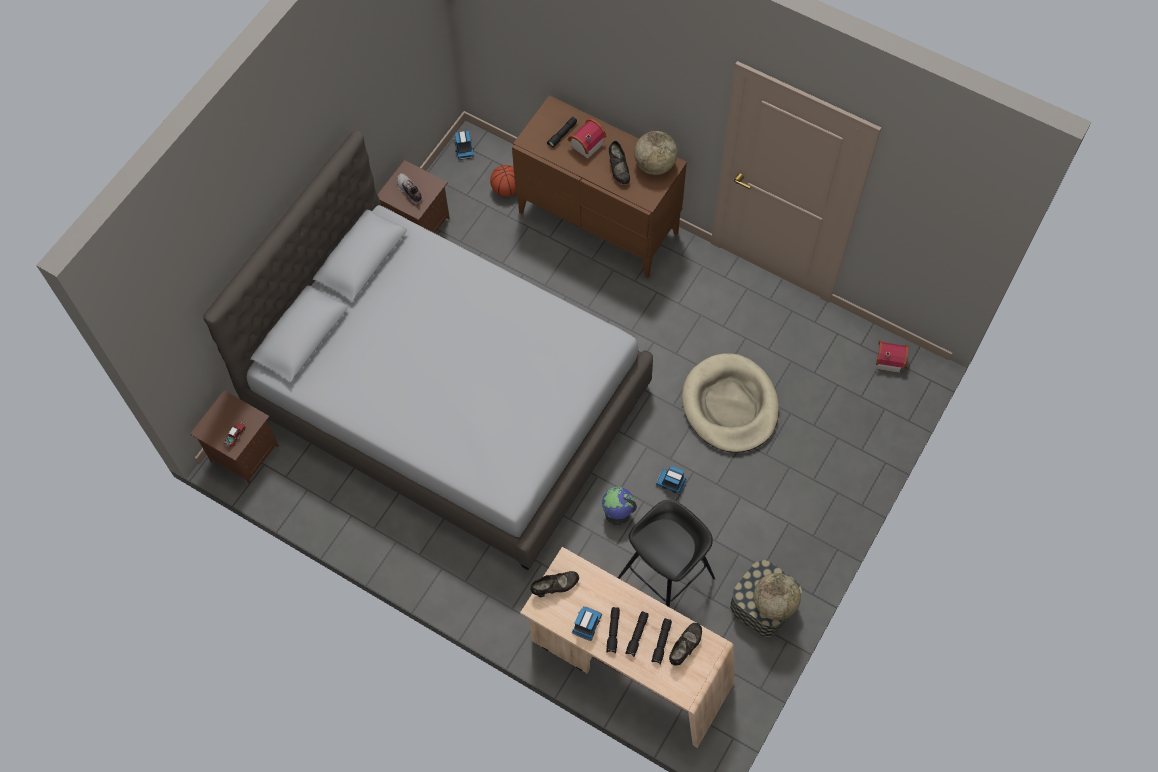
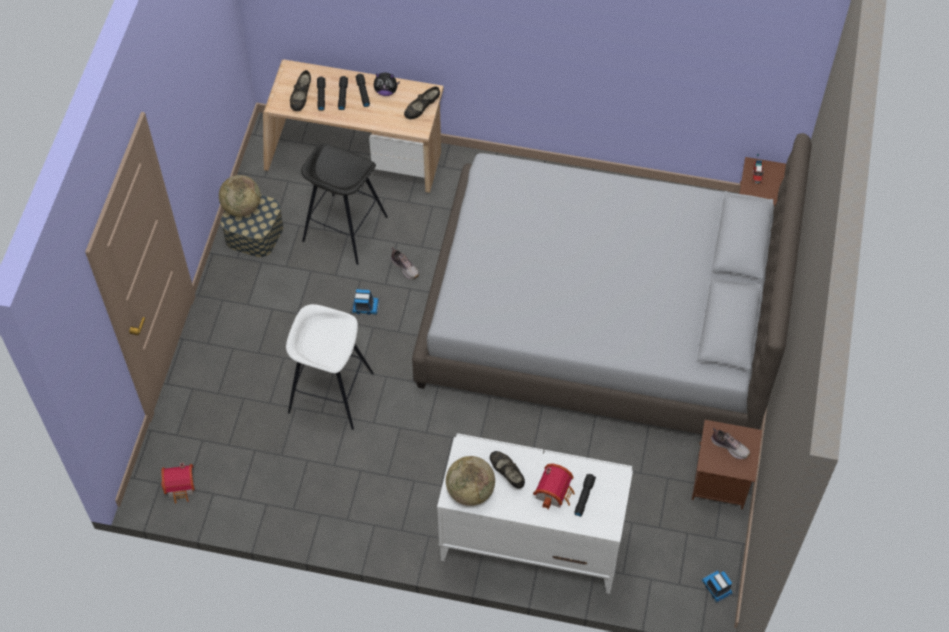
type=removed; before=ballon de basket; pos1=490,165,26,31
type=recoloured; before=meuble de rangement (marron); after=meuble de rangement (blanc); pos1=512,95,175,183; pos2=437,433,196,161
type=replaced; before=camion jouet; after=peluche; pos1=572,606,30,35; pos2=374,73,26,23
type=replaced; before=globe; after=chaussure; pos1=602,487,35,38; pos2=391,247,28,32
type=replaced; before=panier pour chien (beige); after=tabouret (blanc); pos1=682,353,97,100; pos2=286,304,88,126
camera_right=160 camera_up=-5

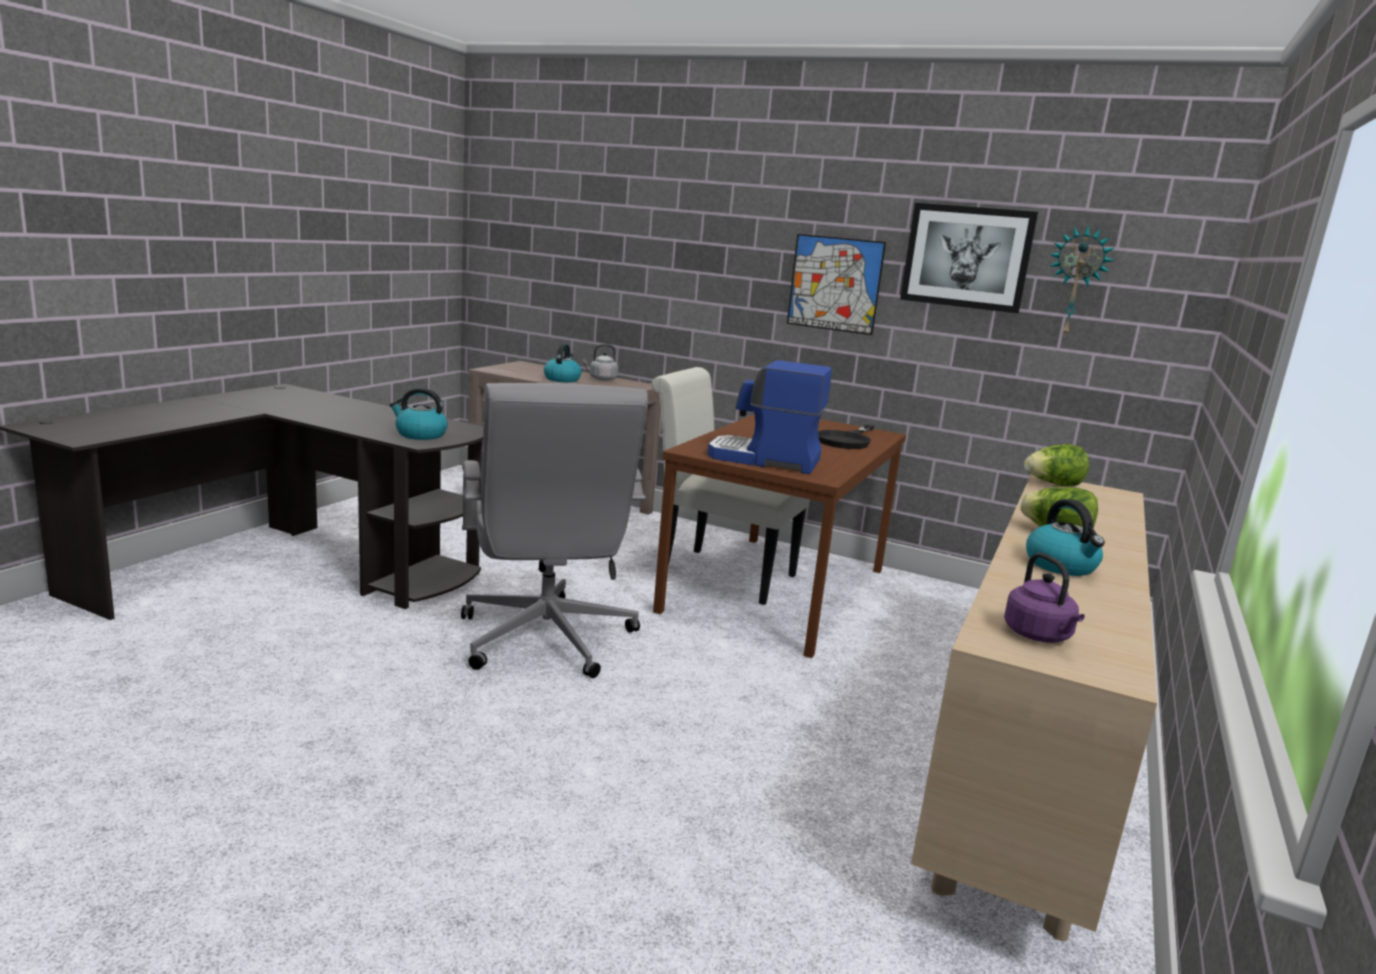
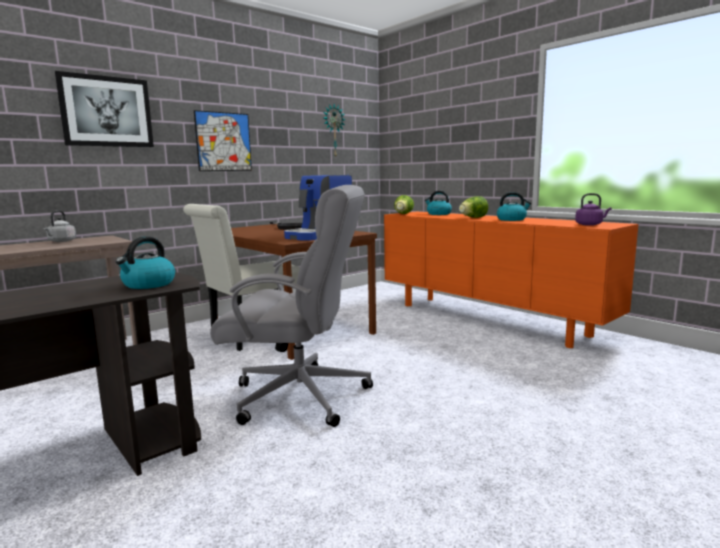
type=moved; before=bouilloire; pos1=544,344,38,38; pos2=425,191,27,24
type=moved; before=tableau; pos1=900,203,138,110; pos2=55,71,99,76
type=recoloured; before=meuble de rangement (beige); after=meuble de rangement (orange); pos1=911,474,246,467; pos2=384,212,254,136
camera_right=-65 camera_up=-5

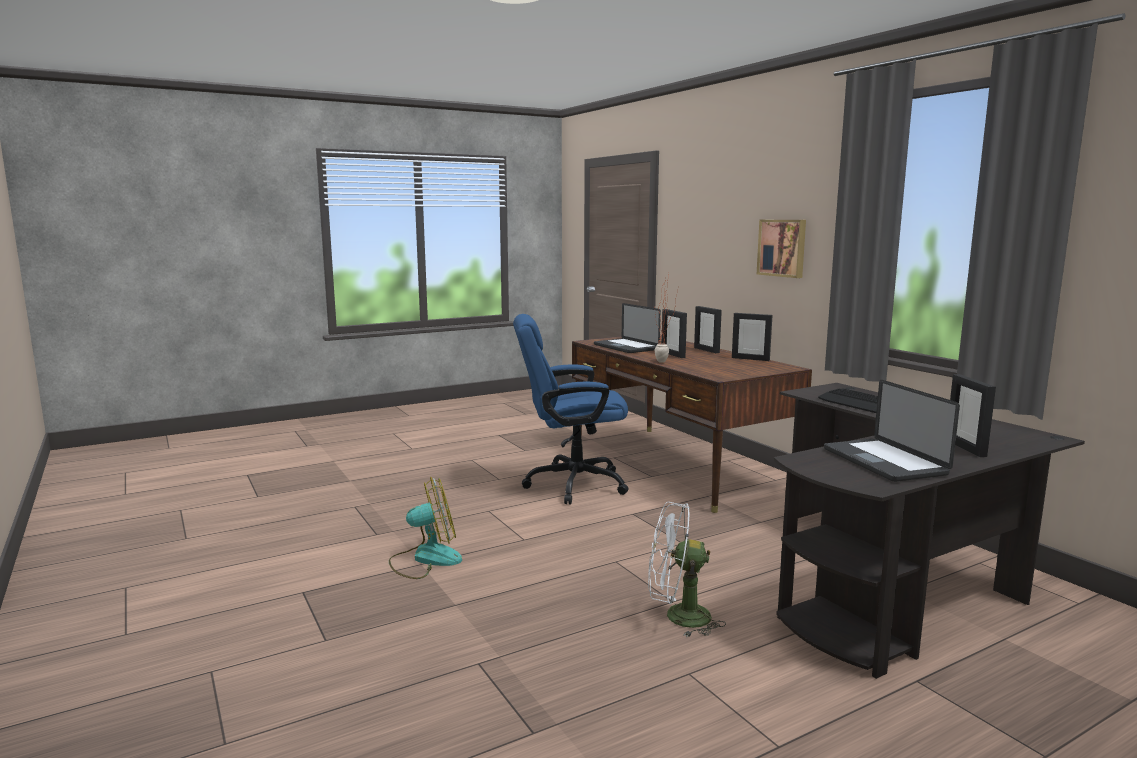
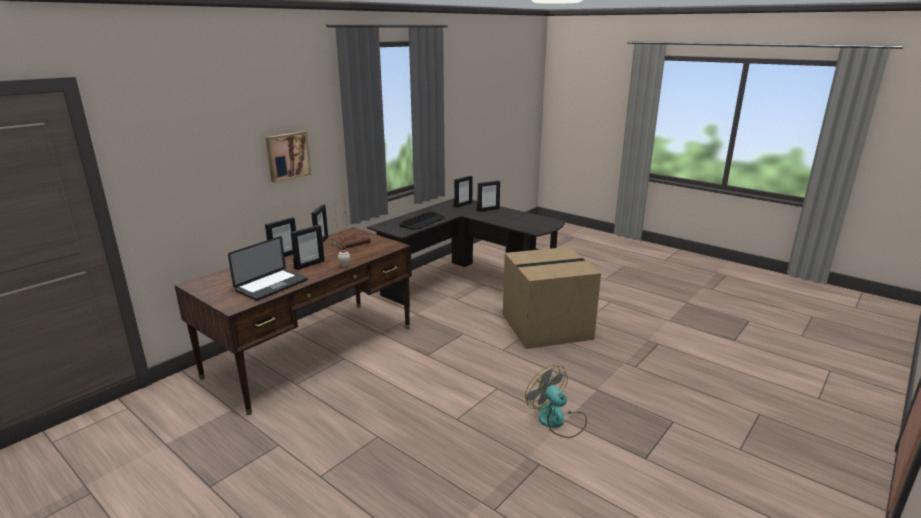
type=removed; before=chaise de bureau (bleu); pos1=513,314,116,190
type=replaced; before=ventilateur (blanc); after=carton; pos1=648,502,78,135; pos2=503,247,98,102
type=removed; before=ordinateur portable; pos1=824,380,136,102
type=added; after=livre (marron); pos2=332,232,40,17
type=added; after=cadre photo; pos2=454,176,19,32
camera_right=-110 camera_up=10

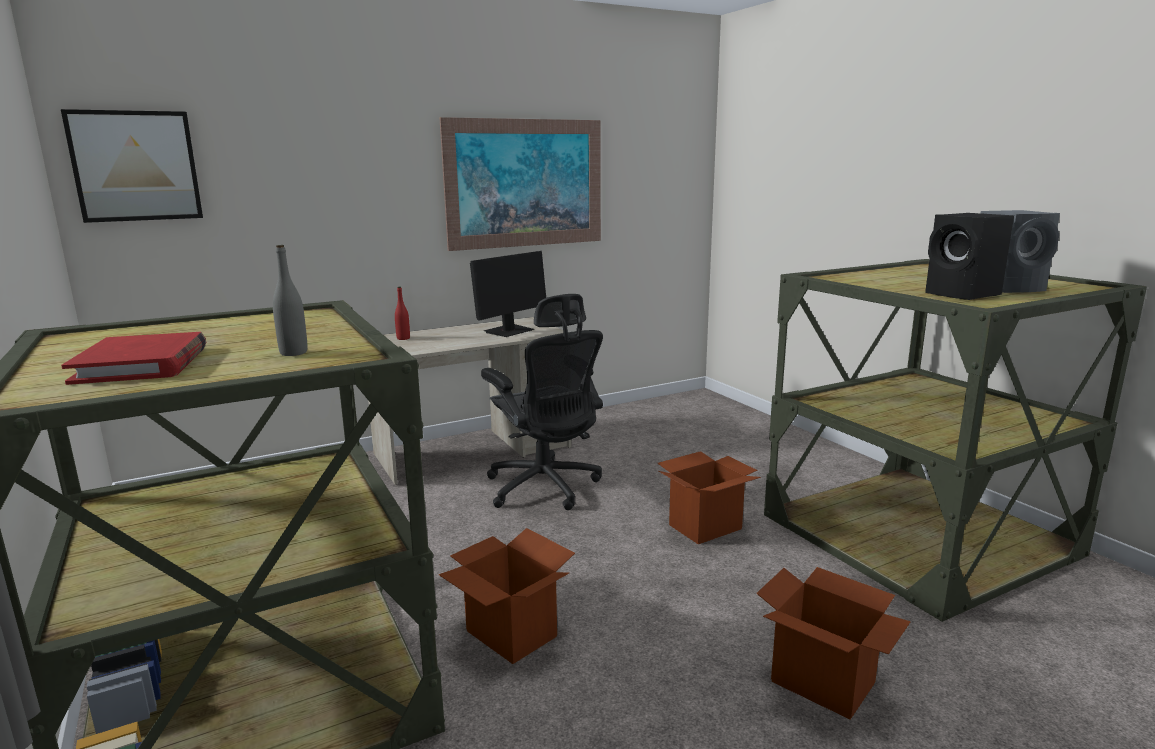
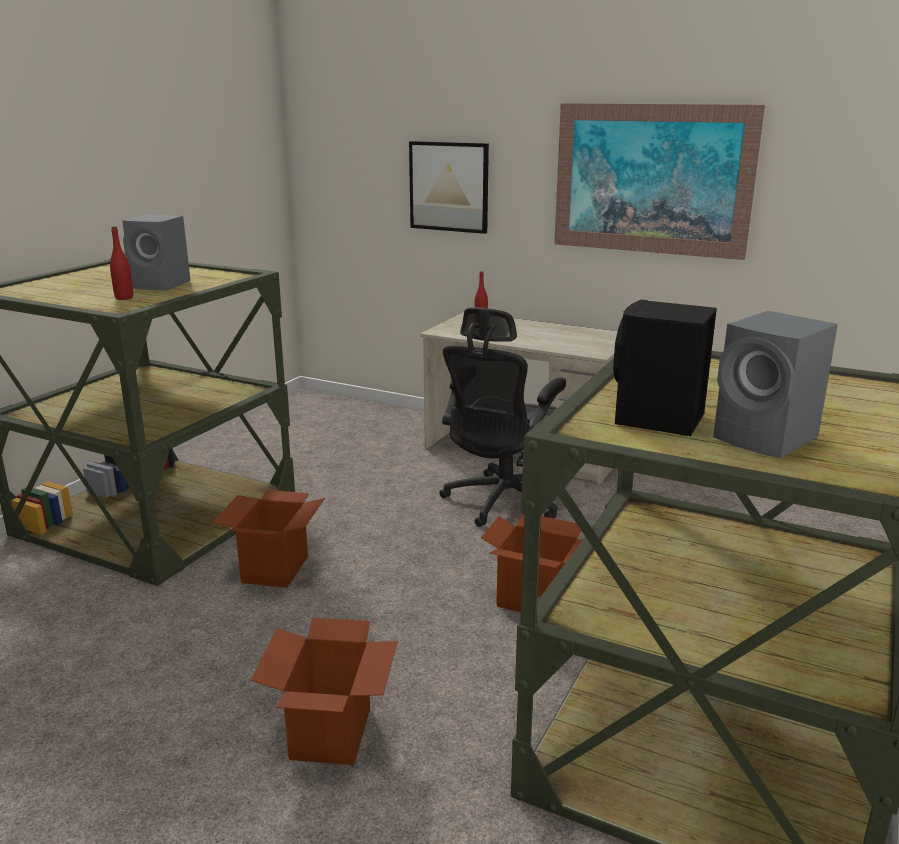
type=moved; before=tableau; pos1=61,109,142,114; pos2=409,141,80,93
type=removed; before=livre (rouge); pos1=61,332,145,53
type=recoloured; before=bouteille (gris); after=bouteille (rouge); pos1=273,245,34,111; pos2=110,226,23,74
type=removed; before=écran d'ordinateur; pos1=470,251,76,86
type=added; after=enceinte (gris); pos2=122,215,69,75
camera_right=55 camera_up=5

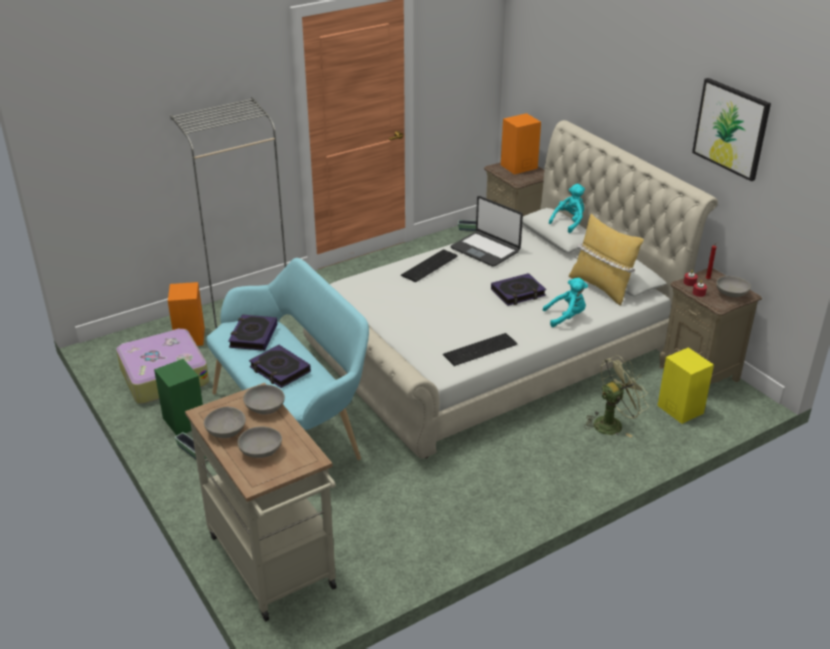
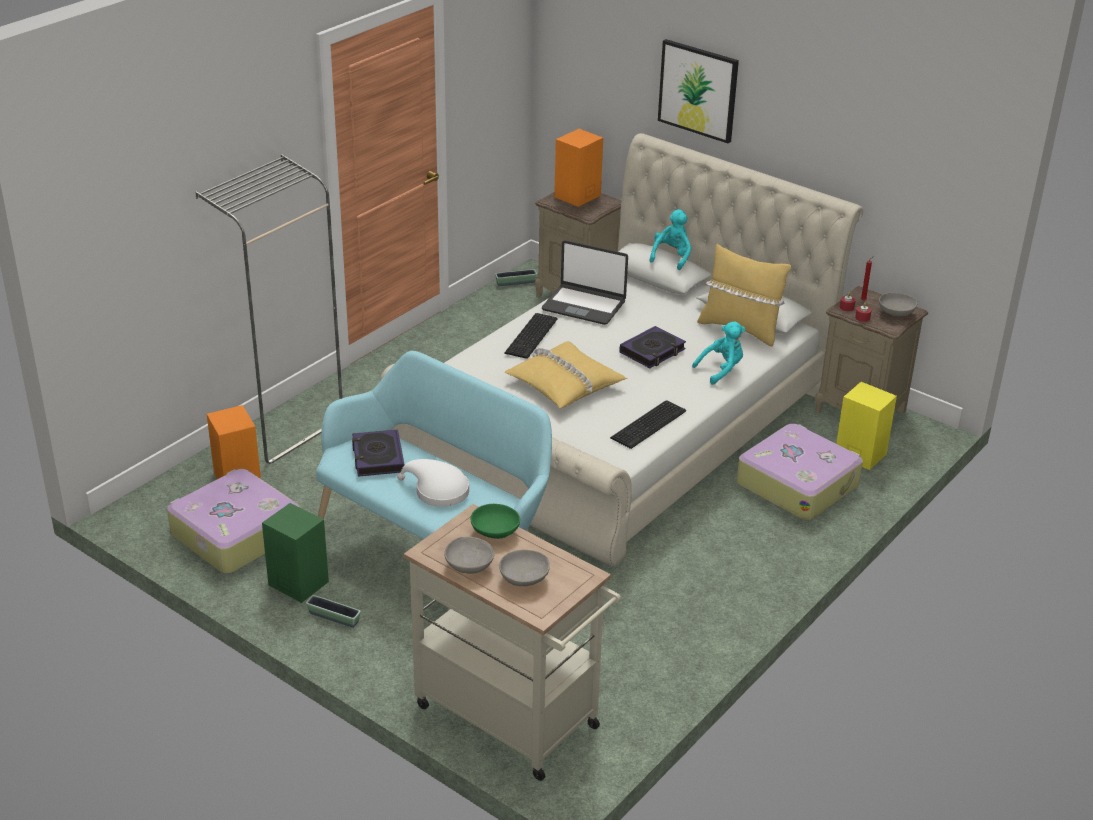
type=recoloured; before=bol (gris); after=bol (vert); pos1=243,385,42,30; pos2=470,504,50,35
type=replaced; before=livre; after=chapeau (blanc); pos1=249,345,62,43; pos2=397,459,72,48
type=replaced; before=ventilateur (vert); after=valise; pos1=584,355,65,82; pos2=737,424,126,96
type=moved; before=tableau; pos1=692,78,79,103; pos2=658,39,81,104
type=added; after=coussin (jaune); pos2=505,341,122,68
camera_right=-20 camera_up=0

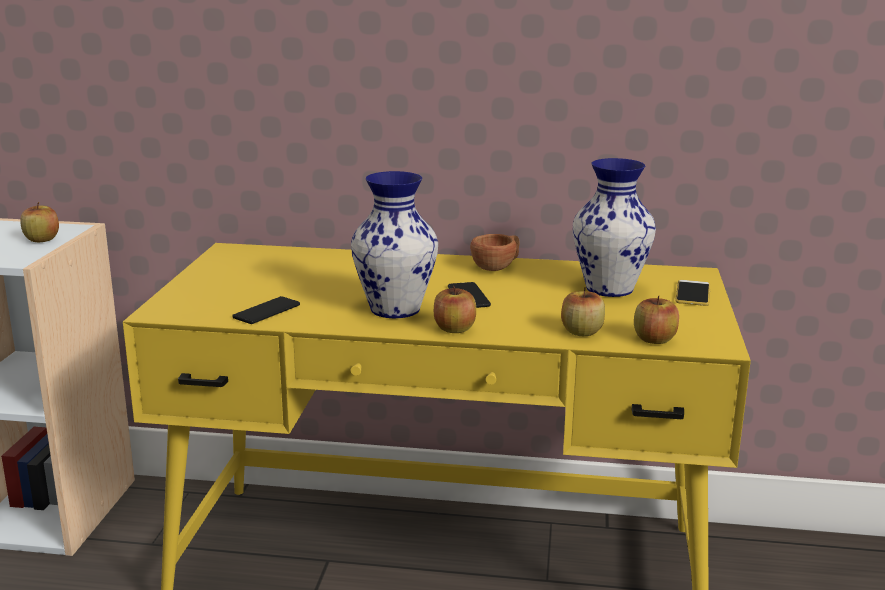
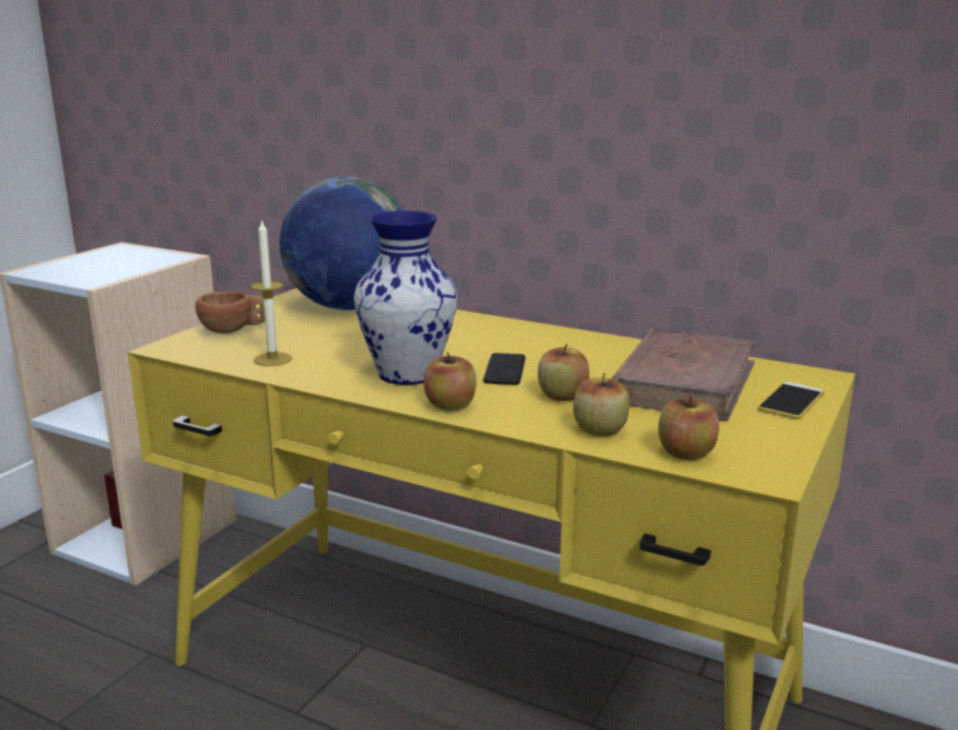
type=moved; before=pomme; pos1=21,202,38,40; pos2=538,344,51,57
type=replaced; before=téléphone; after=bougie; pos1=232,296,68,28; pos2=250,219,42,147
type=moved; before=tasse (marron); pos1=470,234,50,37; pos2=195,291,70,43
type=replaced; before=vase; after=livre (marron); pos1=573,158,83,139; pos2=611,329,144,92
type=added; after=globe; pos2=279,177,125,133
camera_right=20 camera_up=0

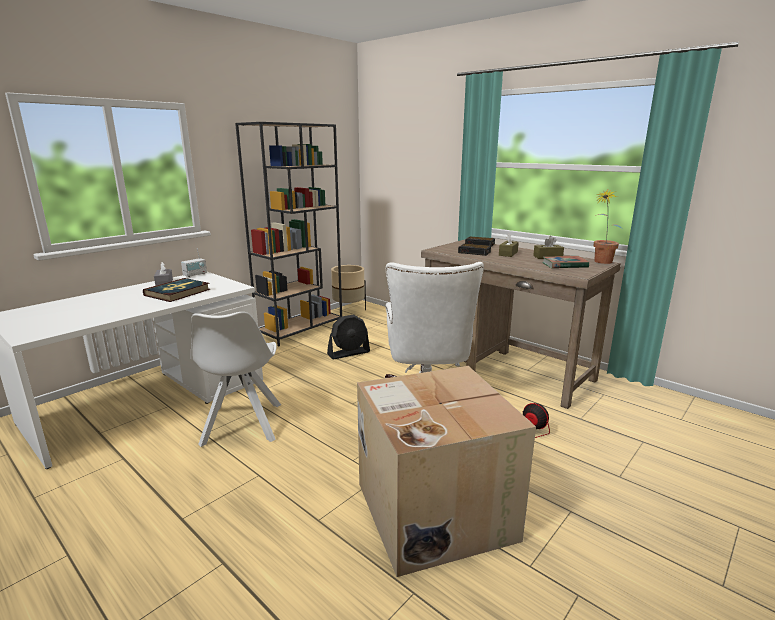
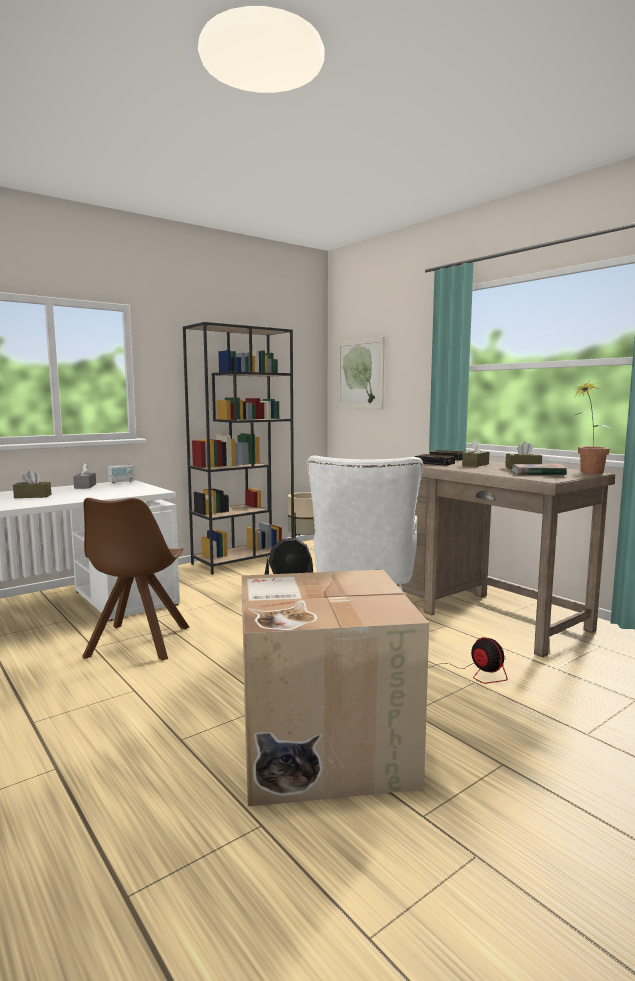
type=removed; before=livre; pos1=143,278,67,24
type=recoloured; before=chaise (blanc); after=chaise (marron); pos1=191,312,90,135; pos2=82,498,108,163
type=added; after=boîte à mouchoirs (marron); pos2=13,470,39,28
type=added; after=tableau; pos2=337,337,48,72
camera_right=10 camera_up=-10

